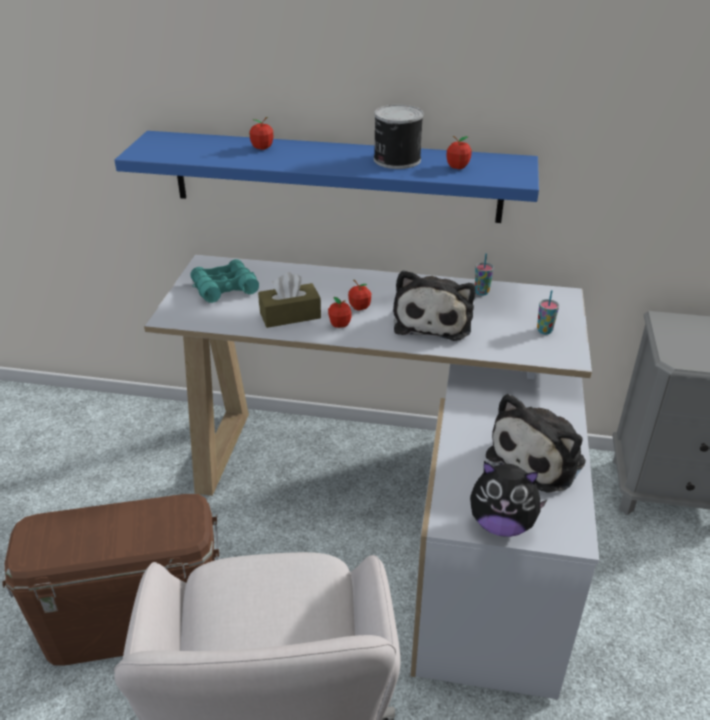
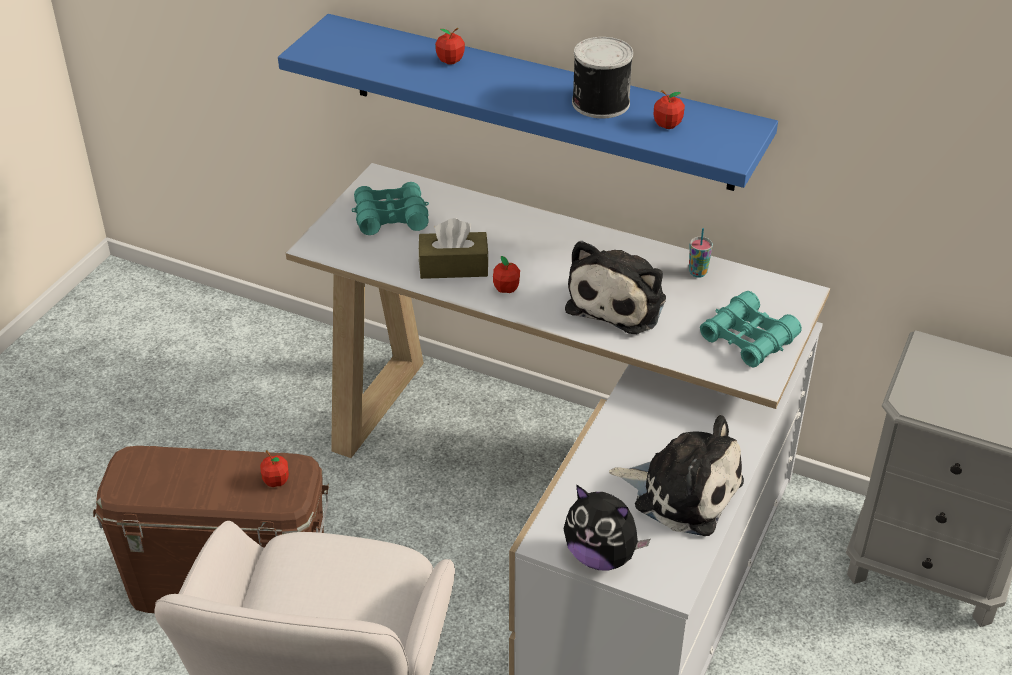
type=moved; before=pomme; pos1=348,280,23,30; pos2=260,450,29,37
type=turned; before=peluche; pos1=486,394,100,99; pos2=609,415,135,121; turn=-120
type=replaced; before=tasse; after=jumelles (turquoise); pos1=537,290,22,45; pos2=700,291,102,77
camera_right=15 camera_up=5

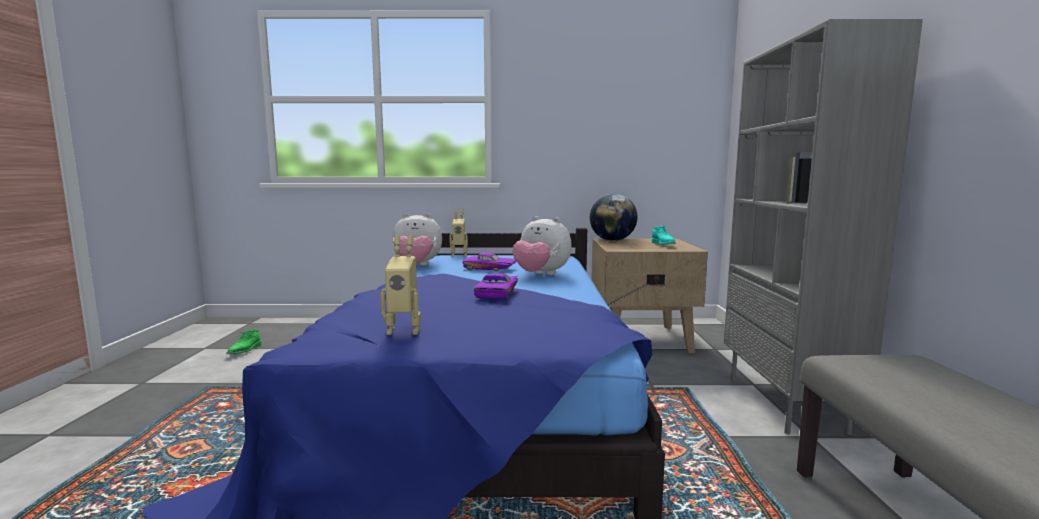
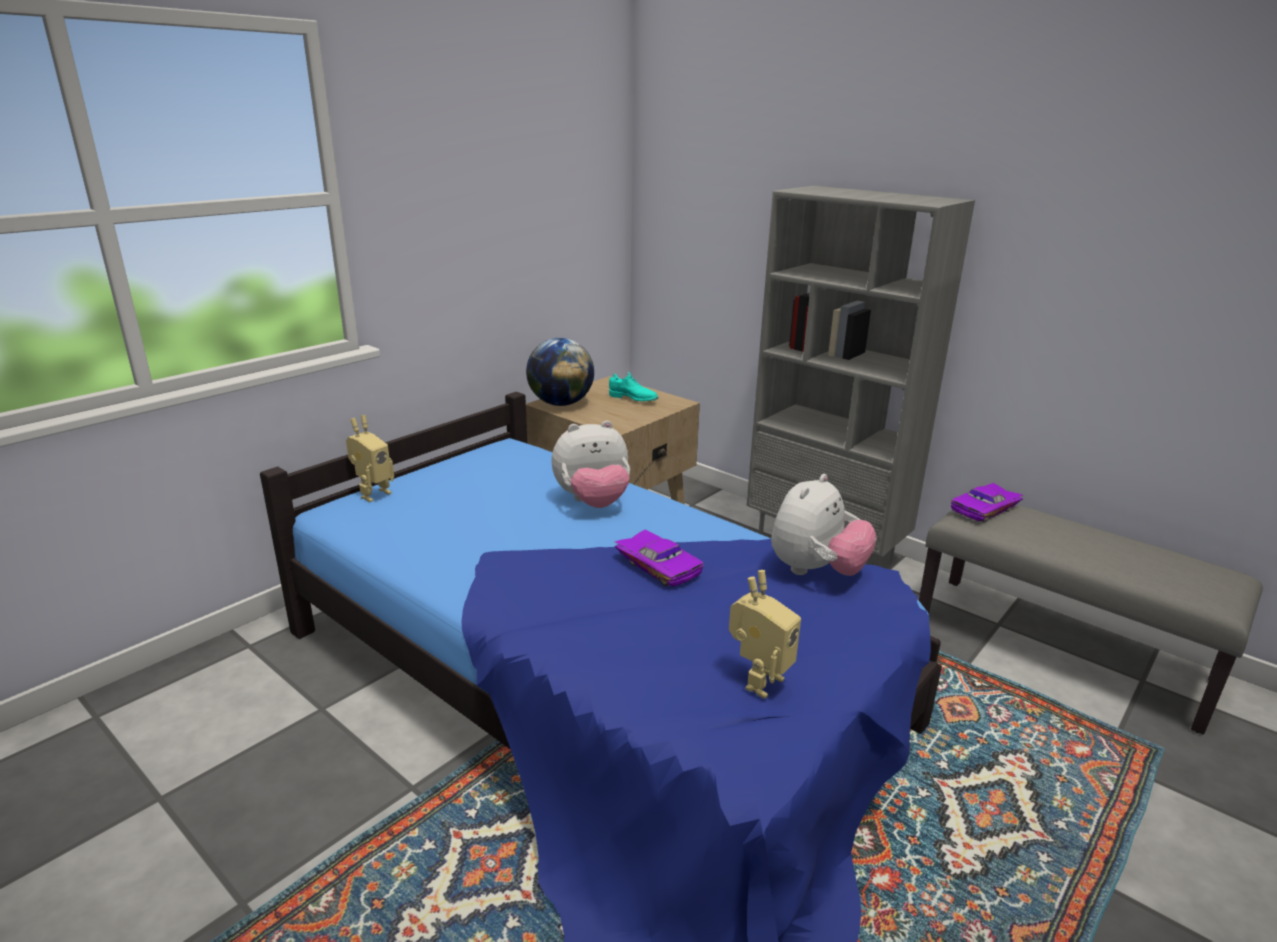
type=removed; before=chaussure (vert); pos1=227,329,35,26
type=moved; before=peluche; pos1=392,213,50,53; pos2=771,474,106,102
type=moved; before=petite voiture (violet); pos1=463,252,53,19; pos2=951,483,72,39
camera_right=-50 camera_up=15

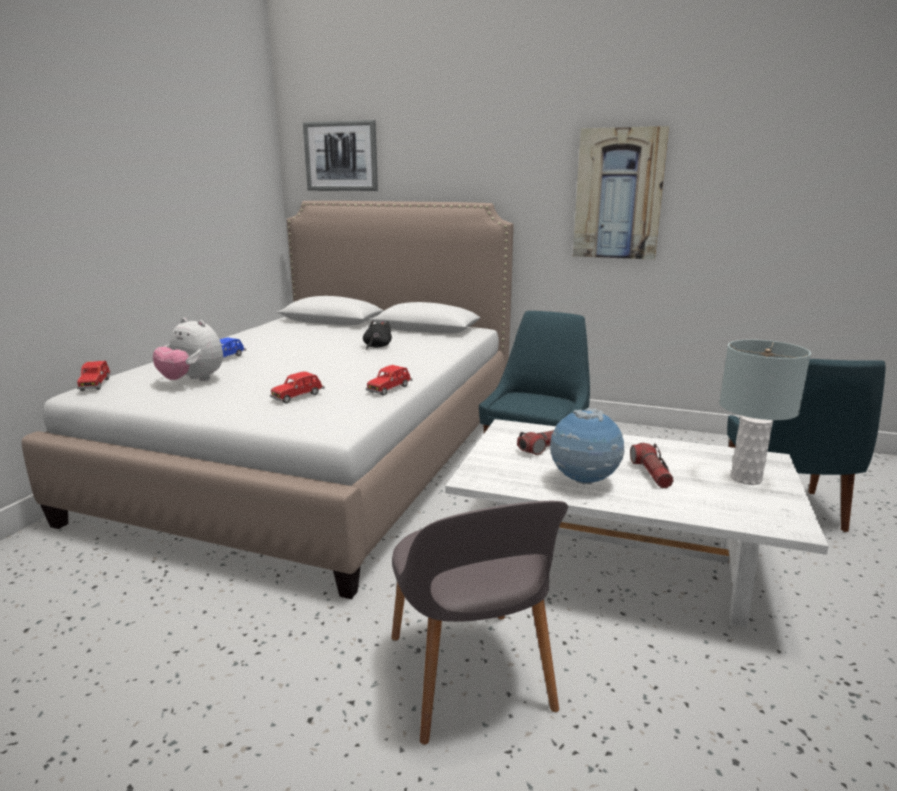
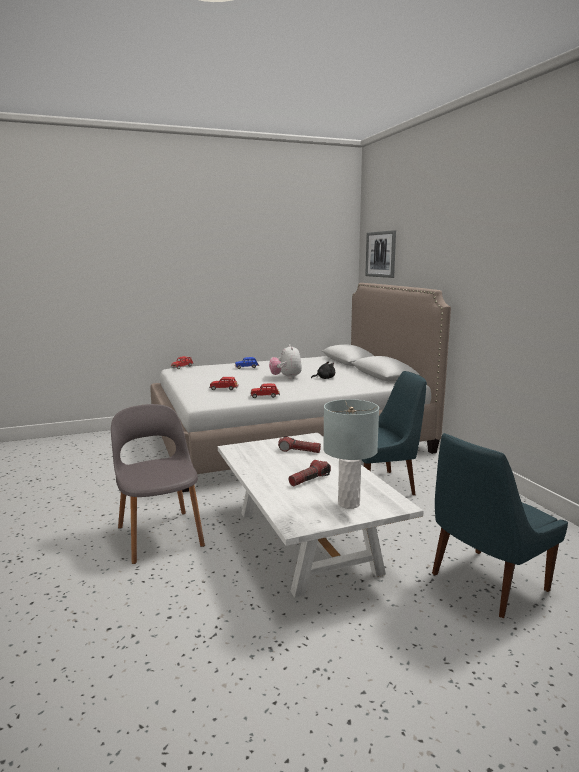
type=moved; before=peluche; pos1=153,318,70,63; pos2=269,344,33,35
type=turned; before=chaise (gris); pos1=391,501,177,244; pos2=111,404,94,160; turn=120
type=removed; before=globe; pos1=550,408,75,76
type=removed; before=tableau; pos1=573,126,96,134
camera_right=50 camera_up=-5

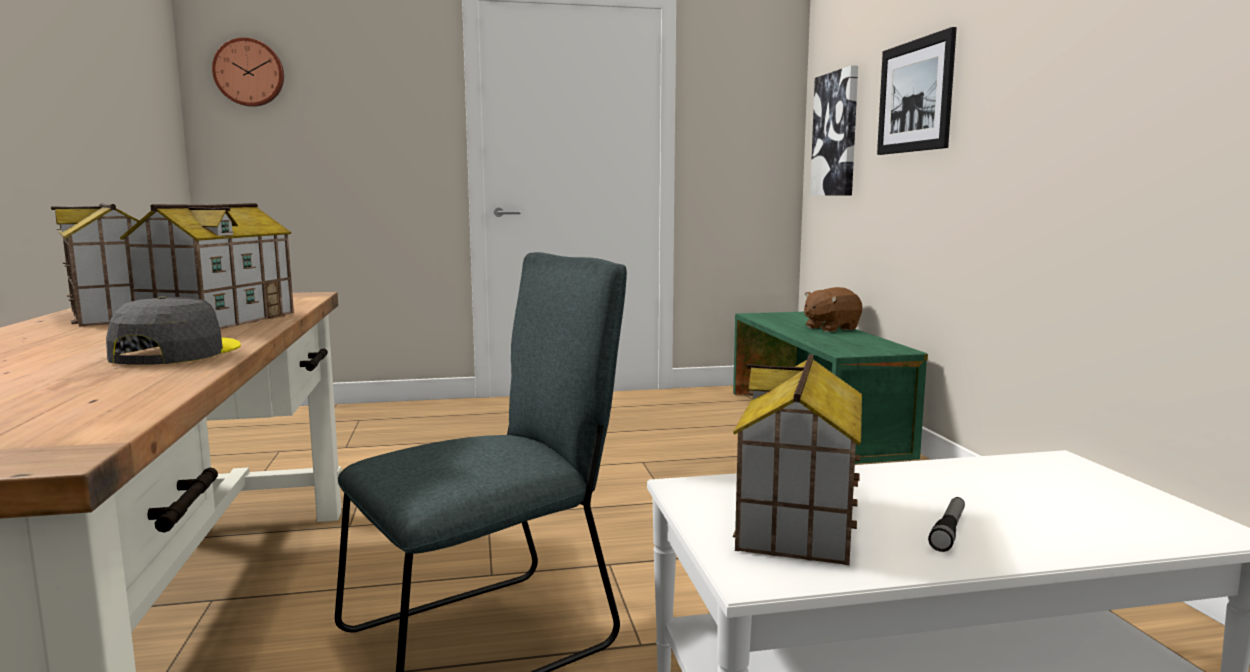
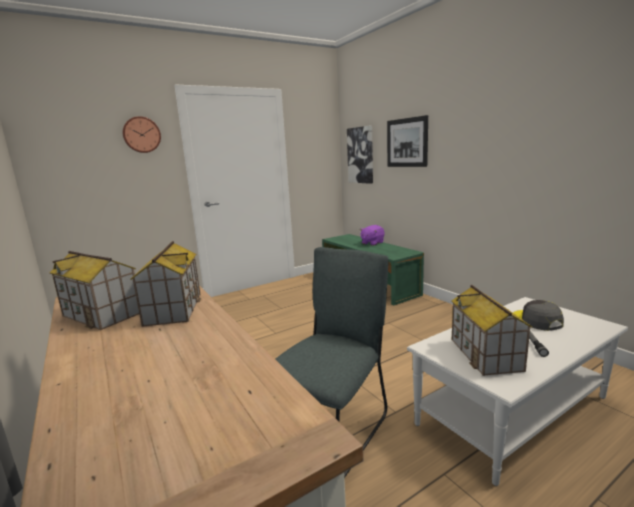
type=moved; before=casquette (gris); pos1=106,296,135,69; pos2=513,300,51,31
type=moved; before=horloge murale; pos1=212,38,72,69; pos2=123,116,38,37
type=recoloured; before=peluche (marron); after=peluche (violet); pos1=804,287,59,45; pos2=360,225,25,21
camera_right=-20 camera_up=5

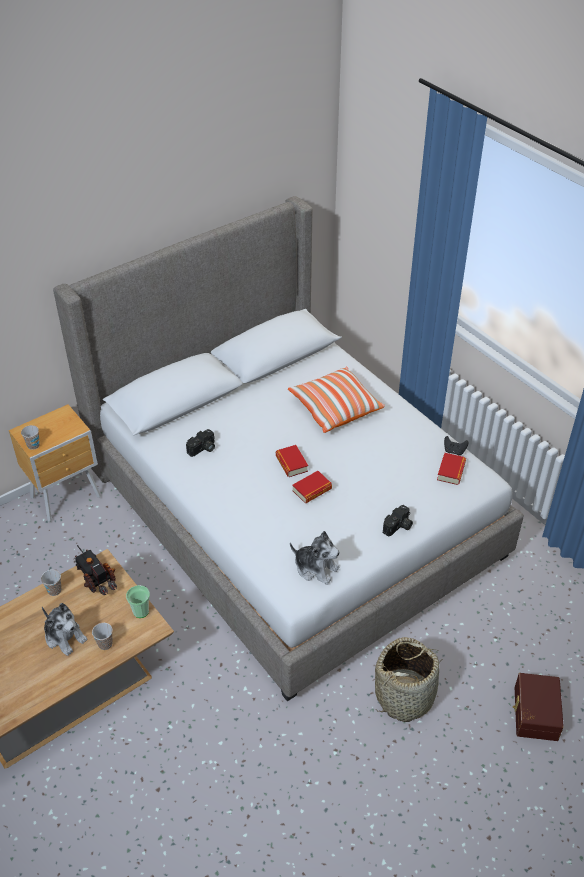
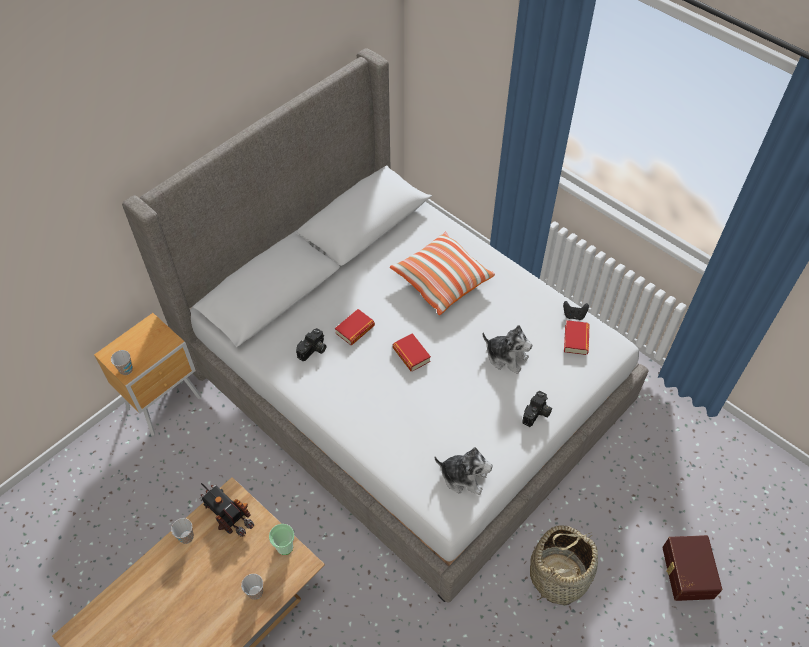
type=moved; before=peluche; pos1=42,603,46,53; pos2=483,325,49,49
type=moved; before=livre; pos1=292,471,40,32; pos2=335,309,40,36
camera_right=-10 camera_up=10

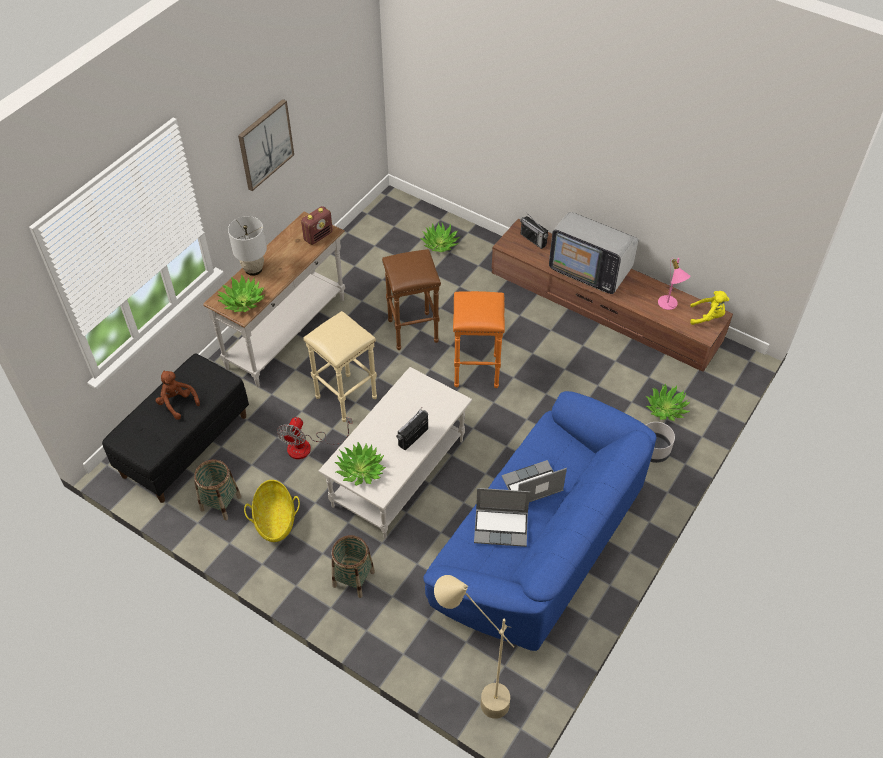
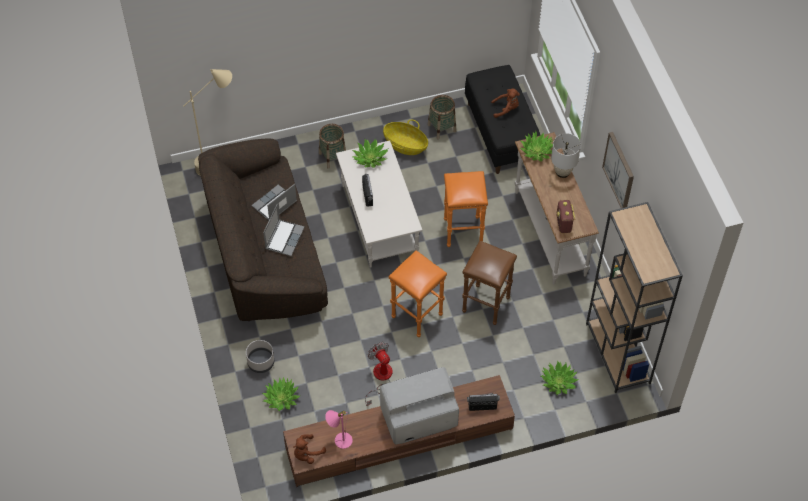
type=moved; before=ventilateur; pos1=277,417,75,42; pos2=365,342,28,64
type=recoloured; before=tabouret (beige); after=tabouret (orange); pos1=303,311,74,111; pos2=444,171,44,76
type=recoloured; before=canapé (bleu); after=canapé (marron); pos1=423,391,233,260; pos2=198,138,130,183
type=recoloured; before=peluche (jaune); after=peluche (marron); pos1=690,291,39,34; pos2=294,434,32,30
type=added; after=bibliothèque; pos2=586,202,97,191
camera_right=130 camera_up=5

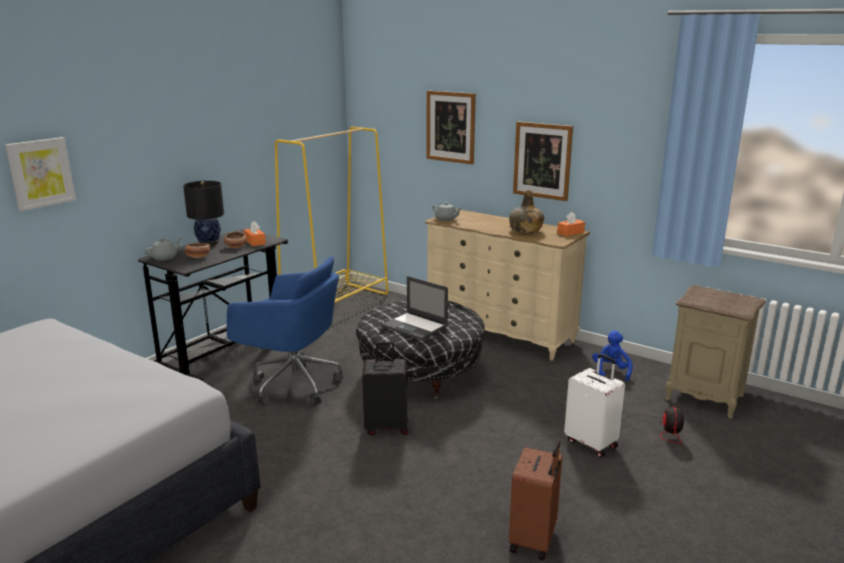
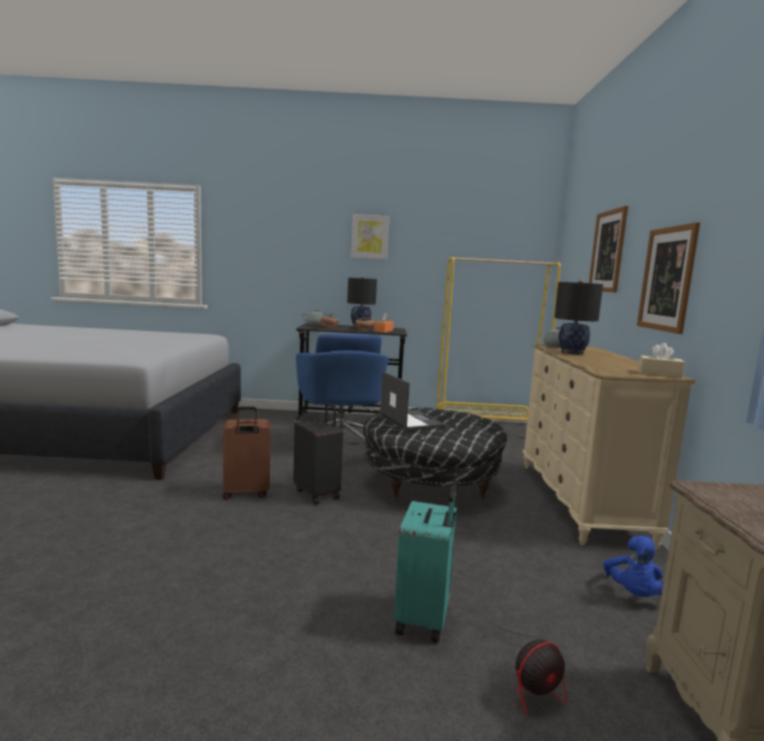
type=moved; before=tableau; pos1=5,137,71,74; pos2=351,214,39,46
type=turned; before=ordinateur portable; pos1=381,276,67,64; pos2=380,371,66,60; turn=150
type=removed; before=bouteille (vert); pos1=509,190,35,44
type=moved; before=valise (marron); pos1=509,440,54,121; pos2=223,406,48,93
type=recoloured; before=boîte à mouchoirs (orange); after=boîte à mouchoirs (beige); pos1=557,212,28,24; pos2=638,343,47,35
type=recoloured; before=valise (blanc); after=valise (turquoise); pos1=564,354,61,104; pos2=394,485,63,158
type=turned; before=peluche (bleu); pos1=592,330,41,52; pos2=603,536,61,61; turn=135
type=added; after=lampe de table (noir); pos2=554,279,49,76
camera_right=55 camera_up=-10

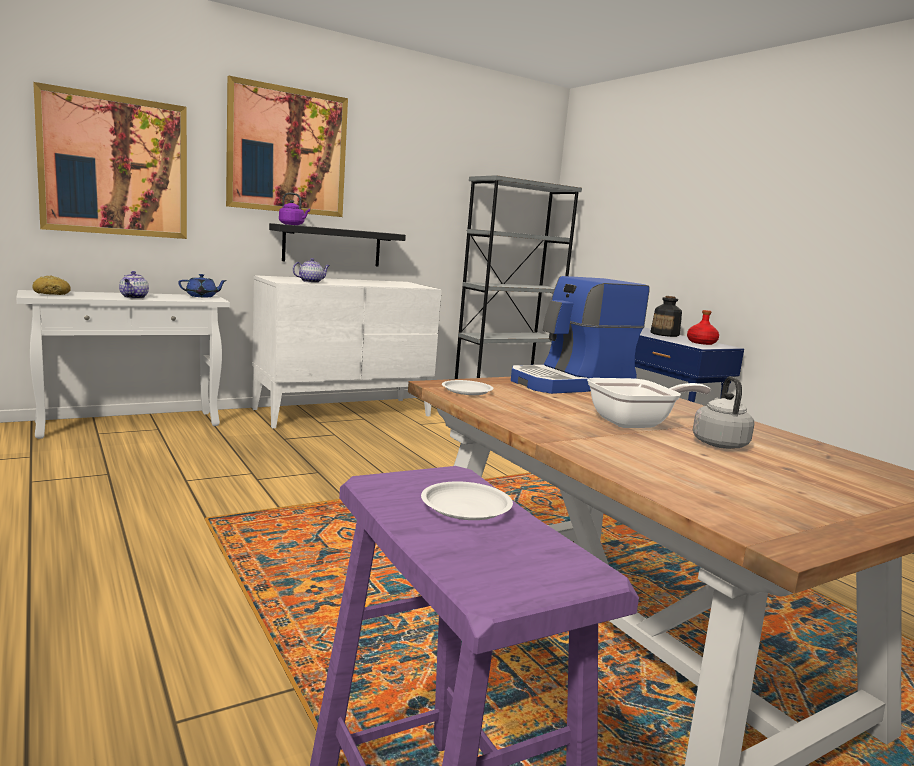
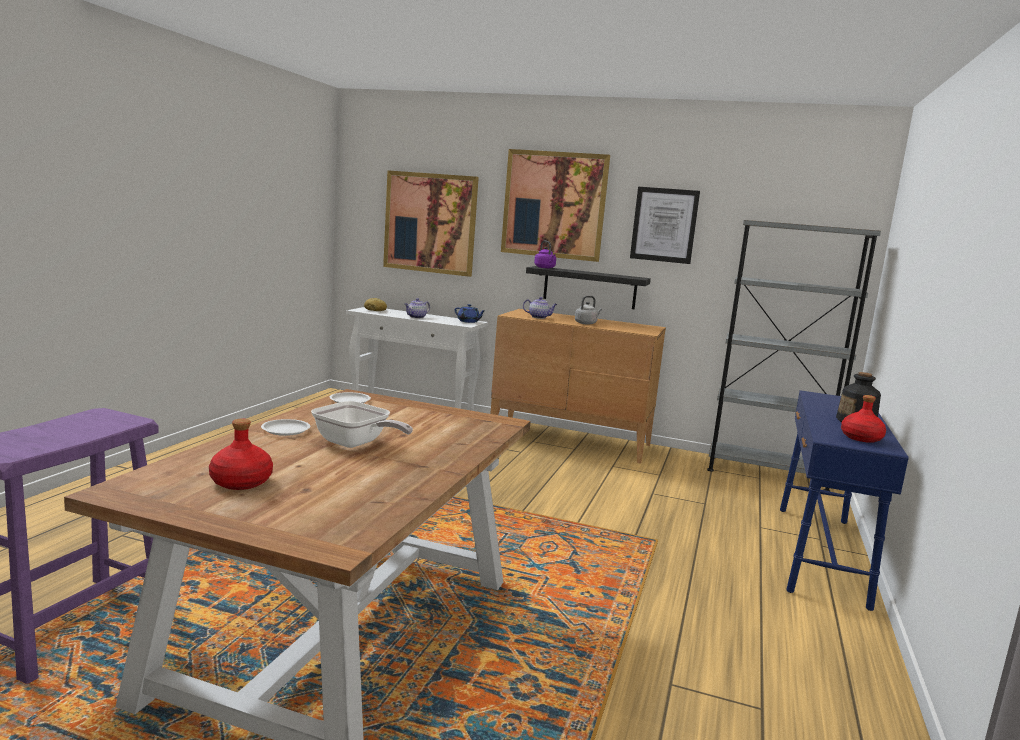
type=recoloured; before=meuble de rangement (blanc); after=meuble de rangement (marron); pos1=252,275,190,153; pos2=490,309,176,155
type=moved; before=assiette (blanc); pos1=421,481,92,39; pos2=261,419,49,17
type=removed; before=machine à café; pos1=511,276,139,118
type=moved; before=bouilloire (gris); pos1=693,376,61,73; pos2=575,296,27,29
type=added; after=bouteille (rouge); pos2=209,419,64,71
type=added; after=tableau; pos2=630,187,70,77
camera_right=50 camera_up=0

